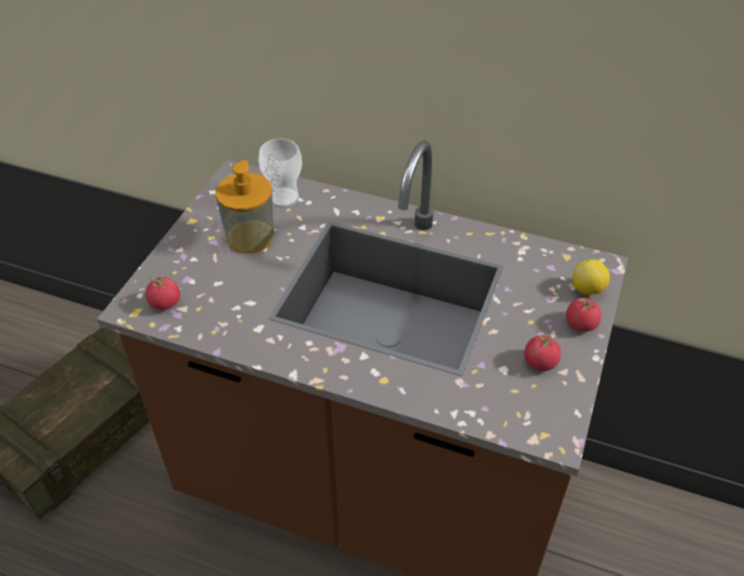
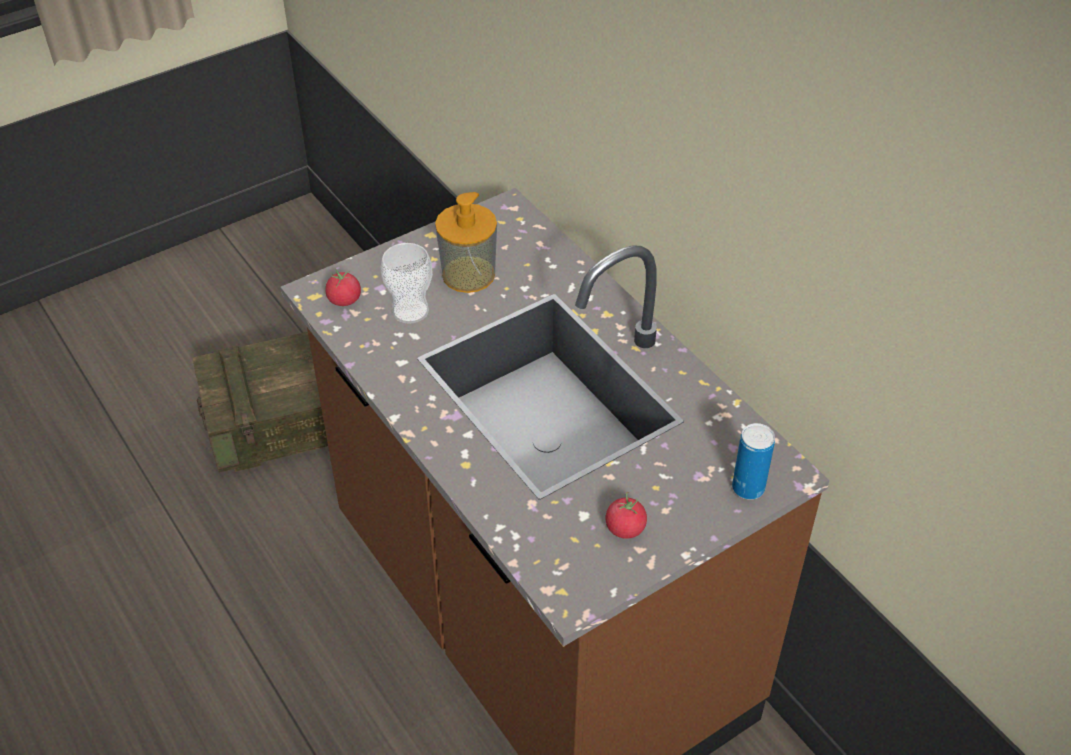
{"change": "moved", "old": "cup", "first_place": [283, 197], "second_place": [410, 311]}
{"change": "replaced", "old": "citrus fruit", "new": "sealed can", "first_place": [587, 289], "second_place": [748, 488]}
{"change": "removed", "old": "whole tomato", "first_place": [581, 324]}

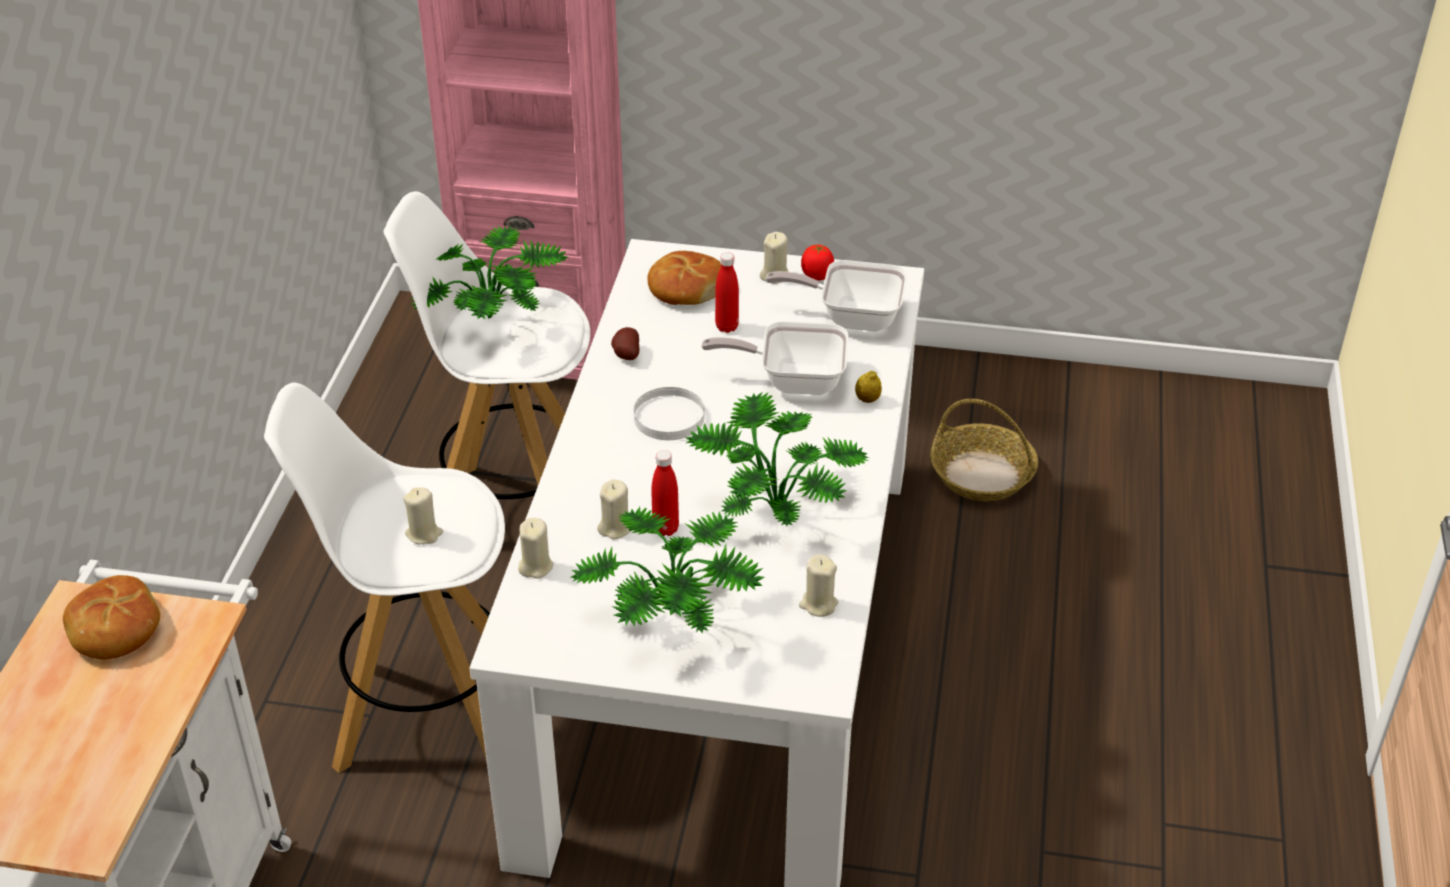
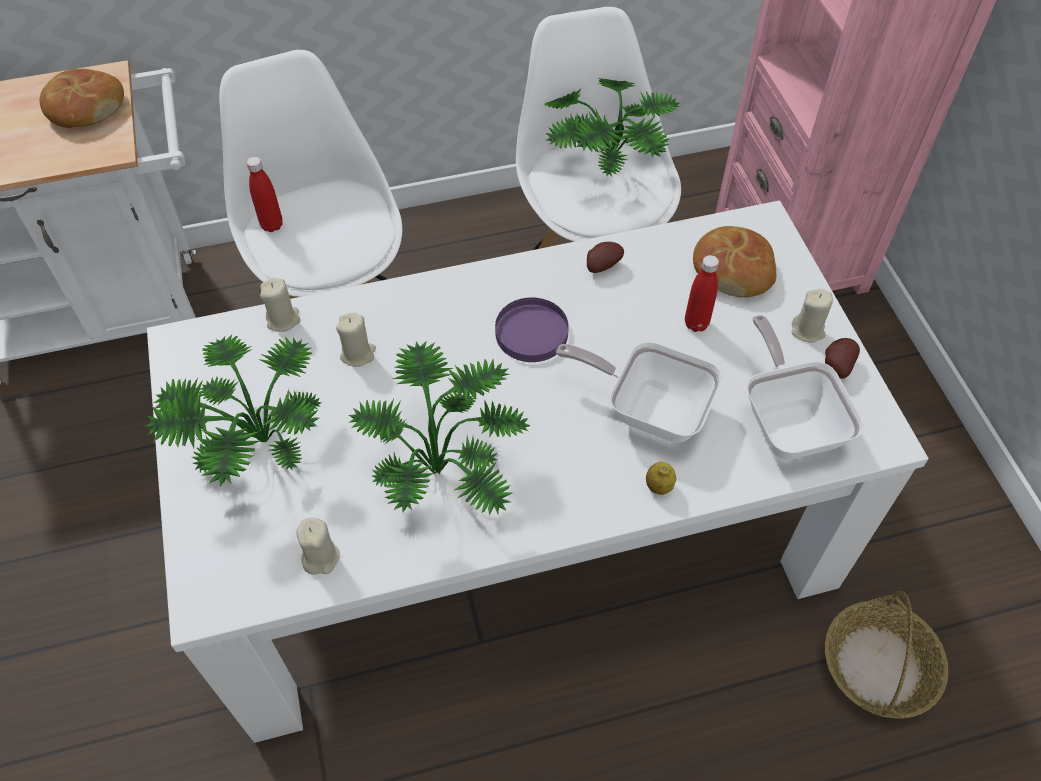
{"change": "moved", "old": "drink bottle (red)", "first_place": [665, 529], "second_place": [272, 225]}
{"change": "recoloured", "old": "flat dish (white)", "new": "flat dish (purple)", "first_place": [669, 417], "second_place": [532, 332]}
{"change": "turned", "old": "pan", "first_place": [792, 380], "second_place": [649, 408], "degrees": -45}
{"change": "replaced", "old": "whole tomato", "new": "potato", "first_place": [817, 275], "second_place": [836, 366]}
{"change": "removed", "old": "candle (beige-coloured)", "first_place": [424, 534]}

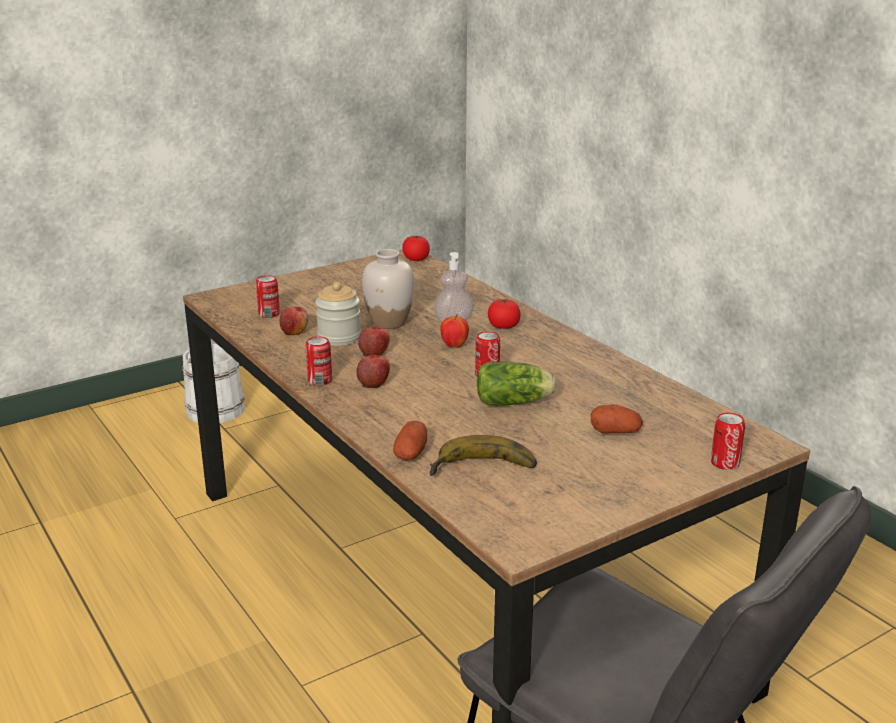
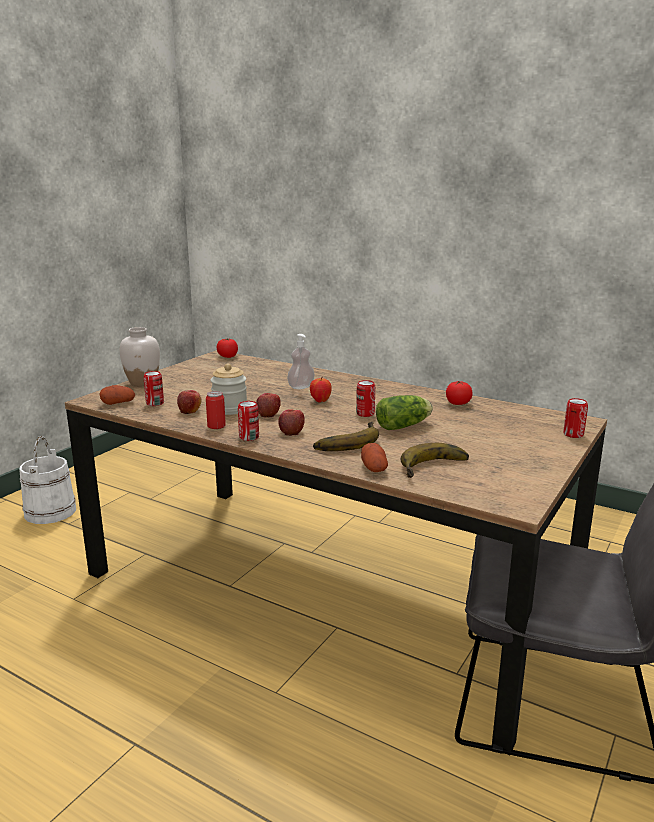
{"change": "moved", "old": "potato", "first_place": [615, 431], "second_place": [118, 403]}
{"change": "moved", "old": "flower vase (white)", "first_place": [389, 323], "second_place": [142, 383]}
{"change": "added", "new": "sealed can", "second_place": [216, 426]}
{"change": "added", "new": "whole banana", "second_place": [345, 441]}
{"change": "moved", "old": "whole tomato", "first_place": [503, 326], "second_place": [458, 403]}

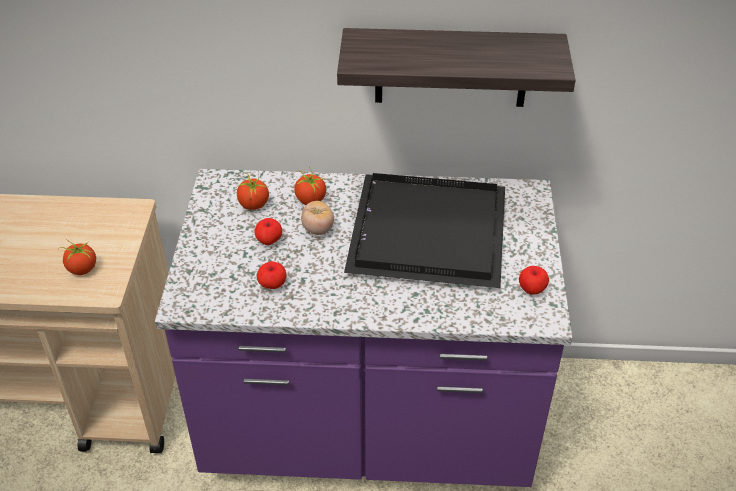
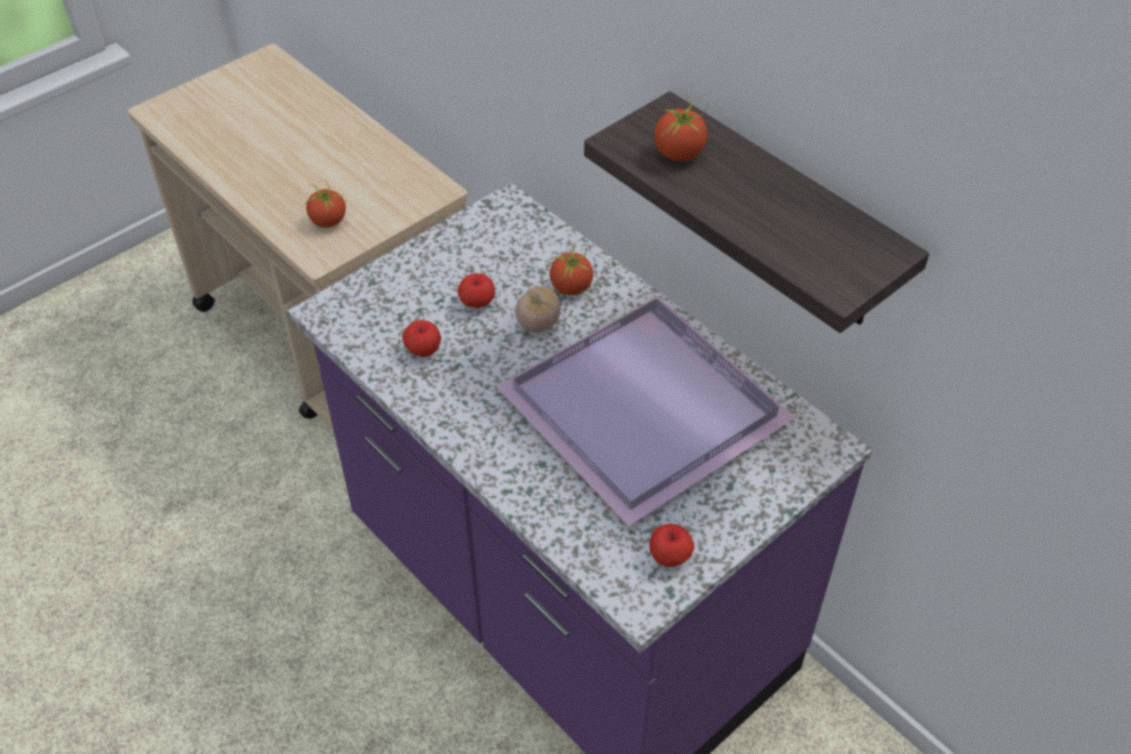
{"change": "recoloured", "old": "carrying tray (blackish)", "new": "carrying tray (purple)", "first_place": [425, 230], "second_place": [644, 404]}
{"change": "moved", "old": "whole tomato", "first_place": [253, 204], "second_place": [679, 153]}

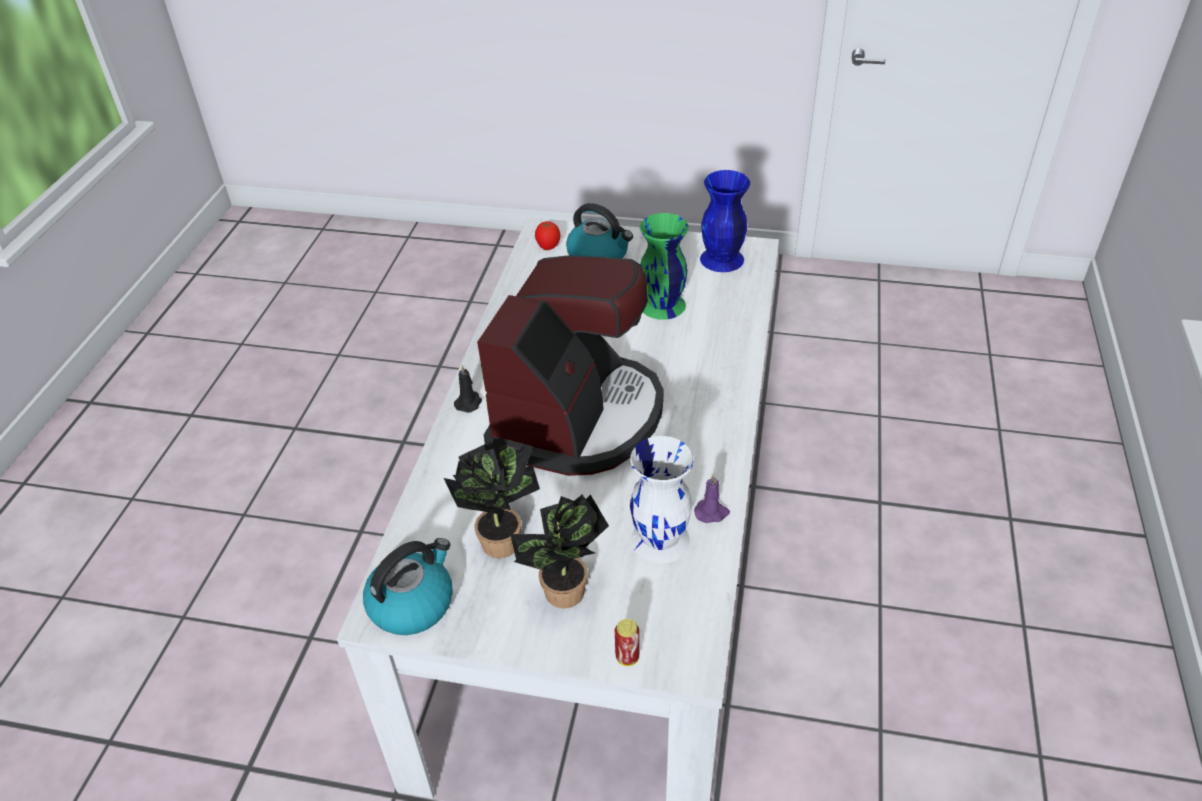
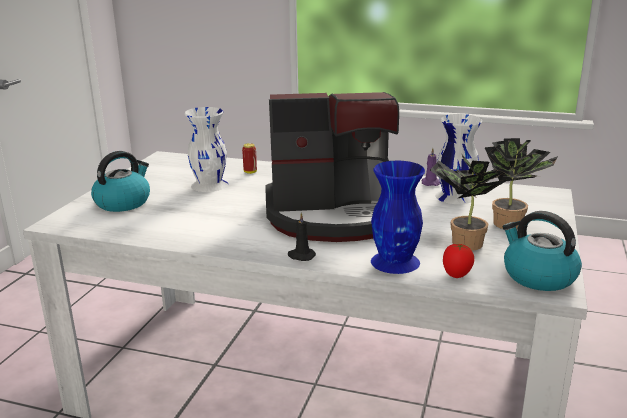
{"change": "recoloured", "old": "flower vase (greenish)", "new": "flower vase (white)", "first_place": [661, 305], "second_place": [210, 185]}
{"change": "moved", "old": "sealed can", "first_place": [627, 657], "second_place": [250, 172]}
{"change": "turned", "old": "coffee maker", "first_place": [578, 417], "second_place": [332, 215], "degrees": 150}
{"change": "moved", "old": "flower vase (bluish)", "first_place": [721, 259], "second_place": [395, 262]}
{"change": "moved", "old": "whole tomato", "first_place": [548, 248], "second_place": [456, 275]}

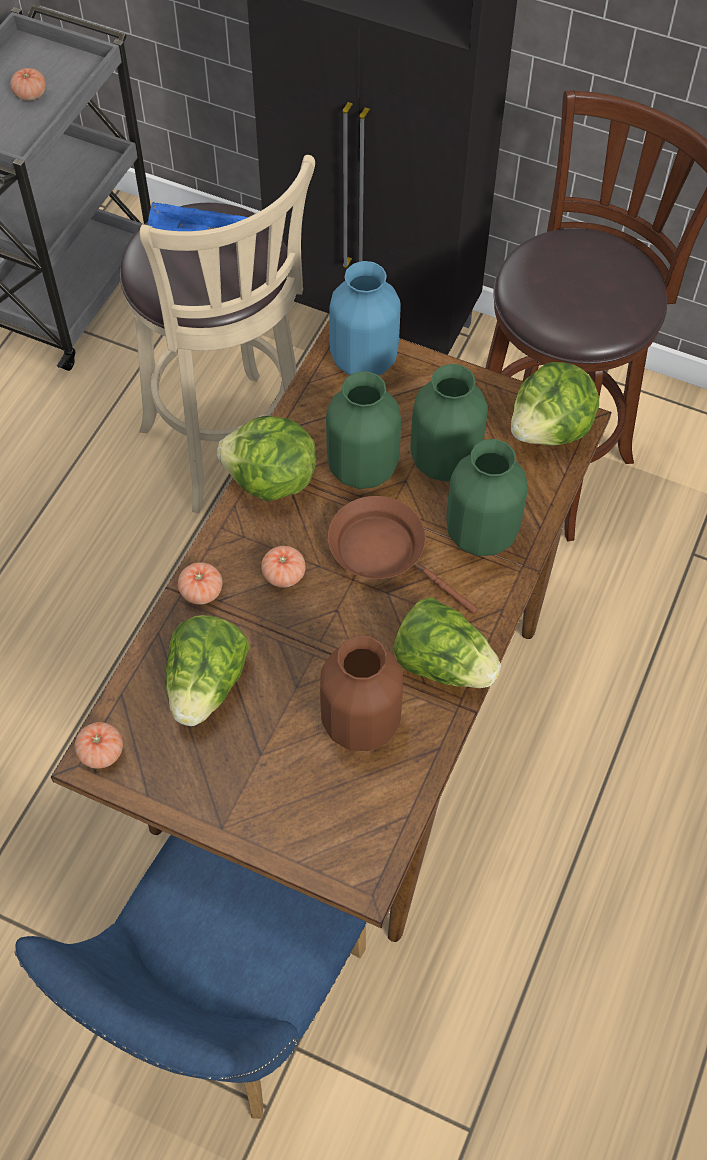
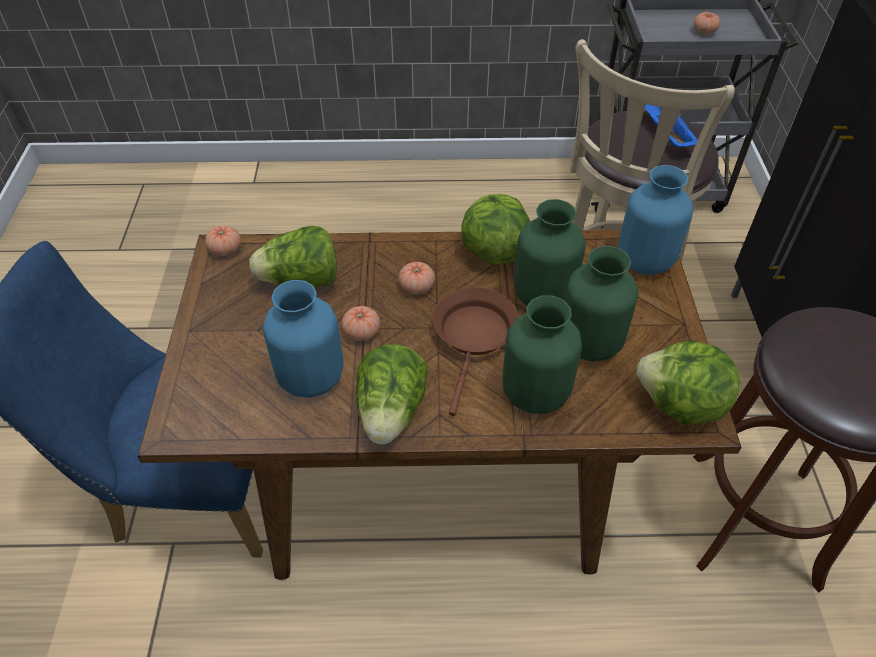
{"change": "recoloured", "old": "flower vase (brownish)", "new": "flower vase (bluish)", "first_place": [360, 721], "second_place": [312, 377]}
{"change": "moved", "old": "whole tomato", "first_place": [201, 591], "second_place": [361, 332]}

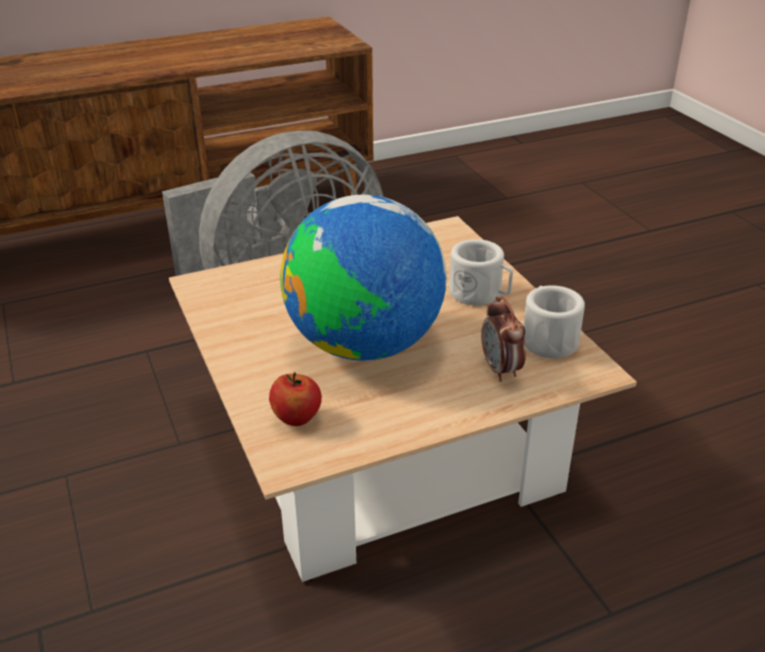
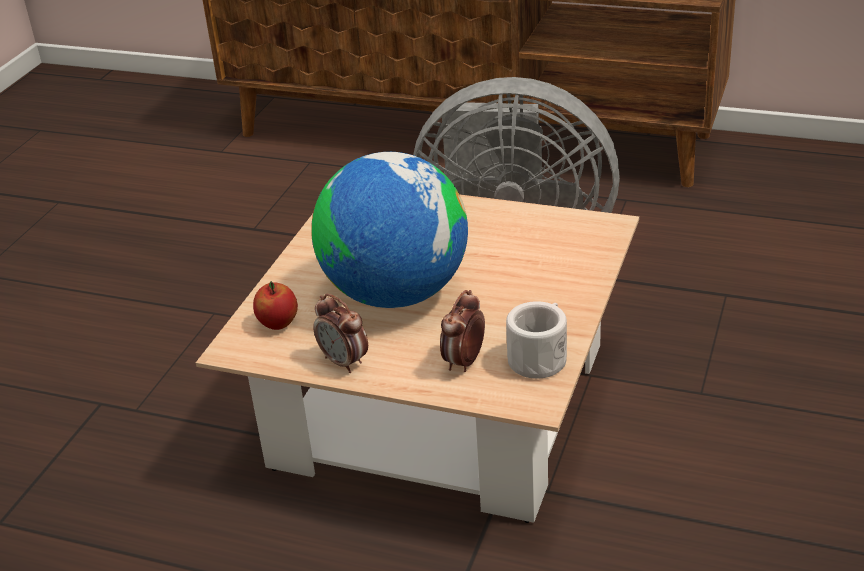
{"change": "added", "new": "table clock", "second_place": [344, 362]}
{"change": "removed", "old": "coffee mug (white)", "first_place": [480, 294]}

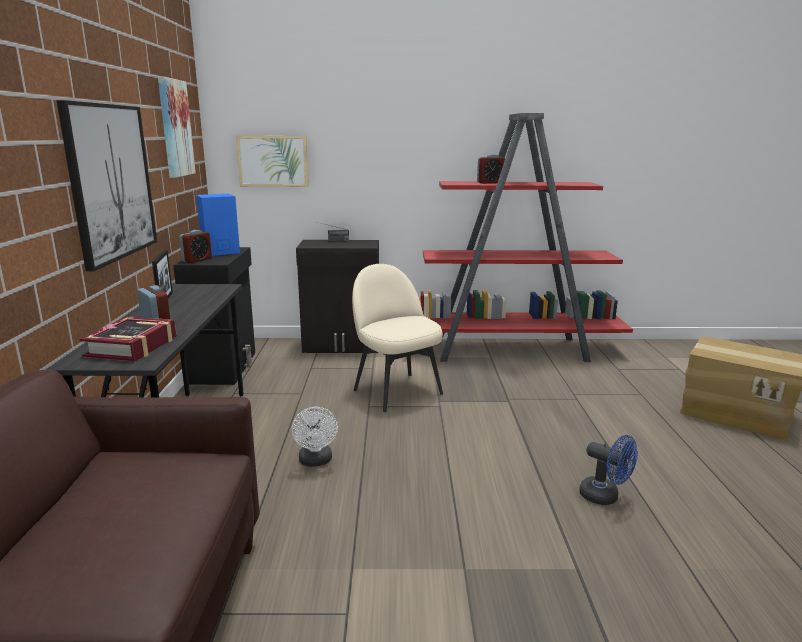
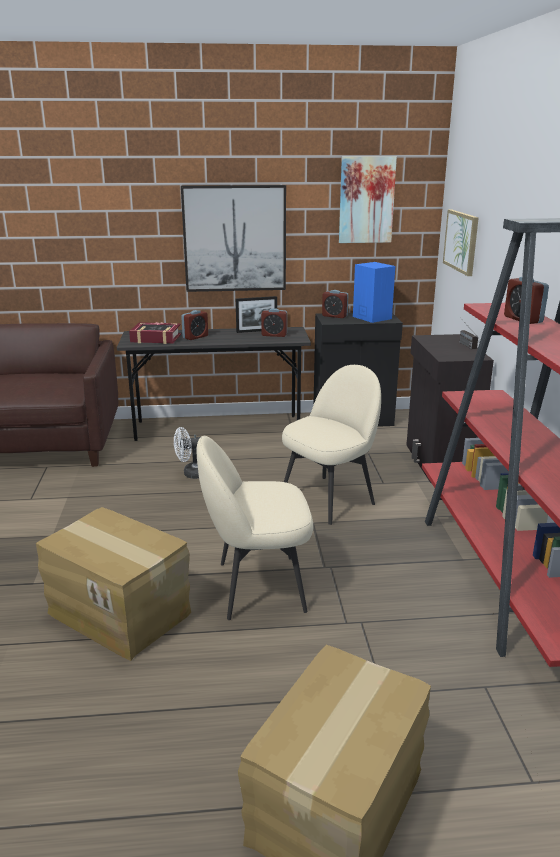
{"change": "replaced", "old": "fan (bluish)", "new": "cardboard box", "first_place": [605, 497], "second_place": [120, 612]}
{"change": "added", "new": "chair (beige-coloured)", "second_place": [257, 586]}
{"change": "added", "new": "table clock", "second_place": [274, 335]}

